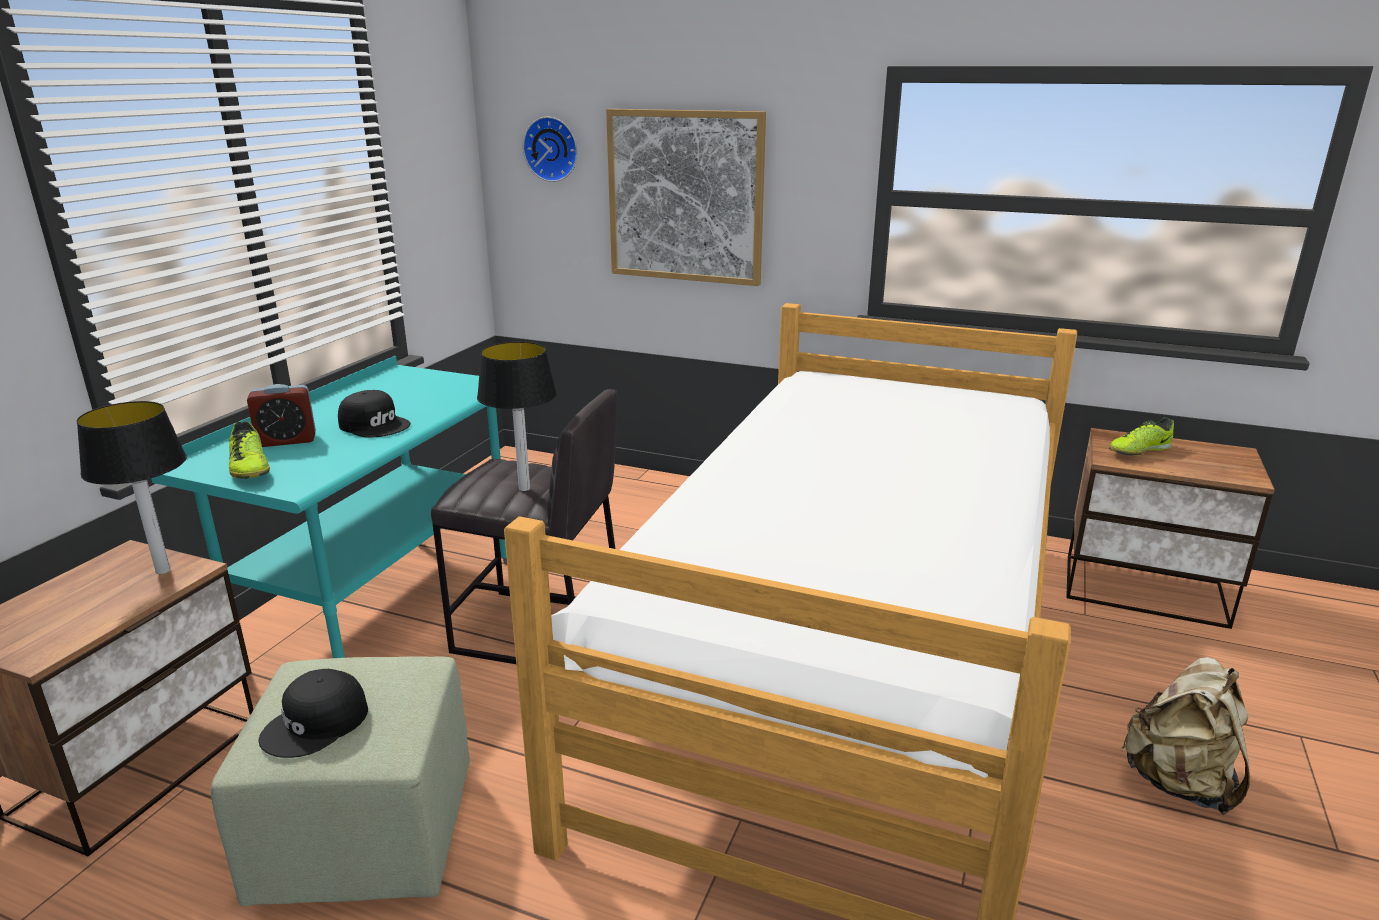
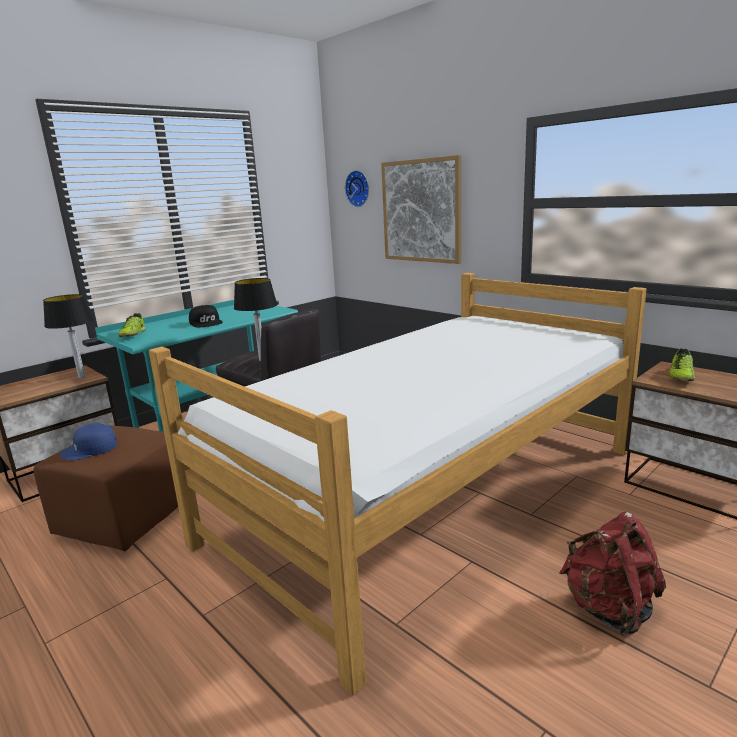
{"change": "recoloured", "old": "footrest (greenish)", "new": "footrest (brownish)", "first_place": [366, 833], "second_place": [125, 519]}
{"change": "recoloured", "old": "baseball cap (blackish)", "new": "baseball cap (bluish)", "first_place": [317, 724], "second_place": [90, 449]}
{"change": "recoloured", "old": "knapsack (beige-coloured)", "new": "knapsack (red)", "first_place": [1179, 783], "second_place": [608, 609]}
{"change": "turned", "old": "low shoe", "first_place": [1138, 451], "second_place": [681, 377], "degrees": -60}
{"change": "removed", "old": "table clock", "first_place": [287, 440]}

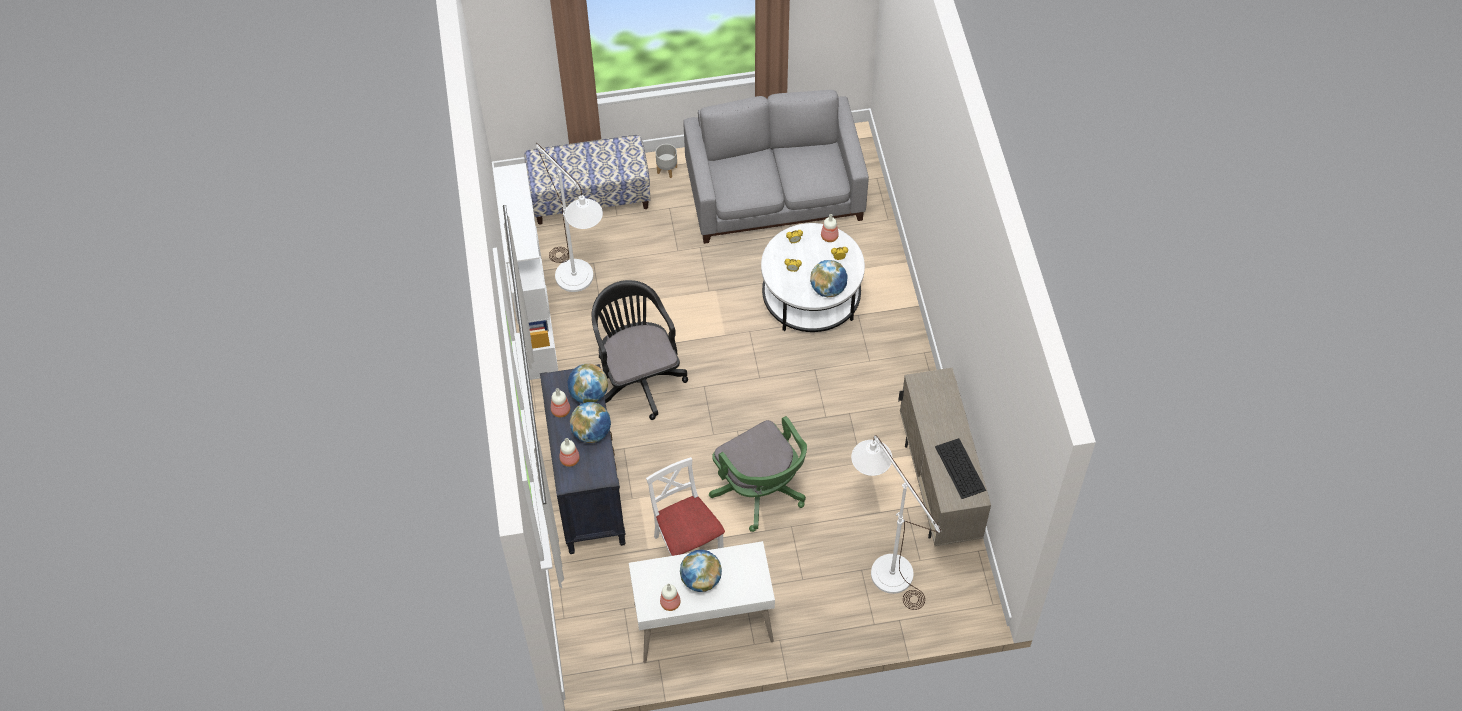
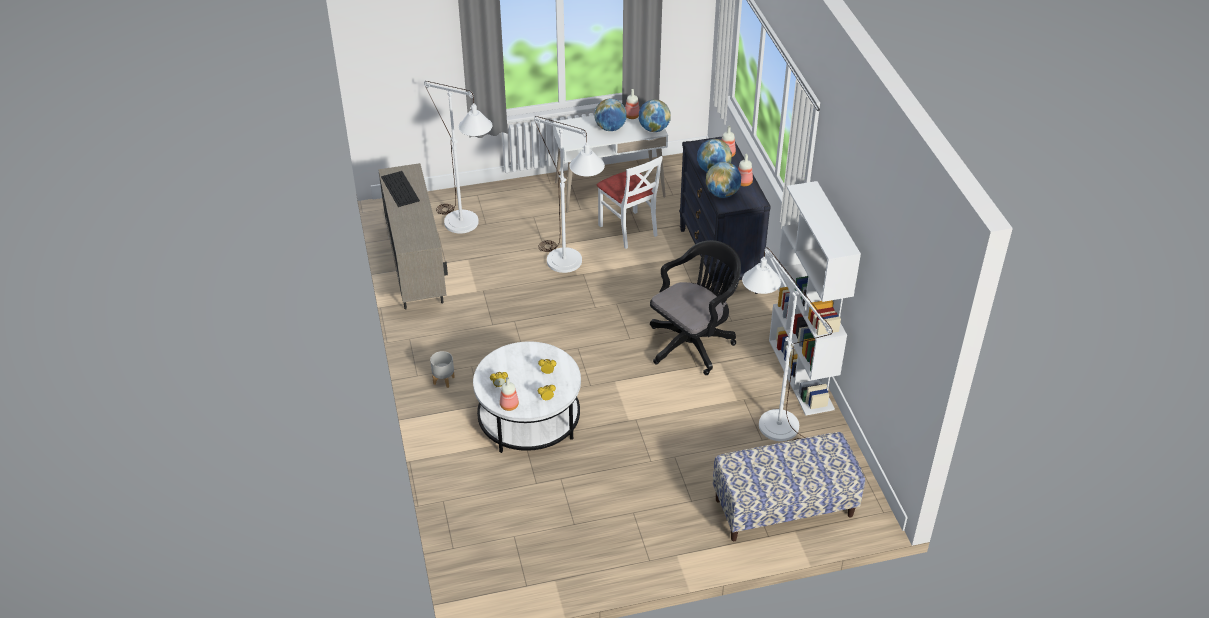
{"change": "moved", "old": "planter (gray)", "first_place": [667, 169], "second_place": [443, 380]}
{"change": "replaced", "old": "office chair (greenish)", "new": "standard lamp (white)", "first_place": [761, 492], "second_place": [570, 266]}
{"change": "moved", "old": "globe", "first_place": [828, 289], "second_place": [653, 129]}
{"change": "turned", "old": "office chair (blackish)", "first_place": [638, 377], "second_place": [693, 342], "degrees": -105}
{"change": "removed", "old": "settee (gray)", "first_place": [774, 192]}

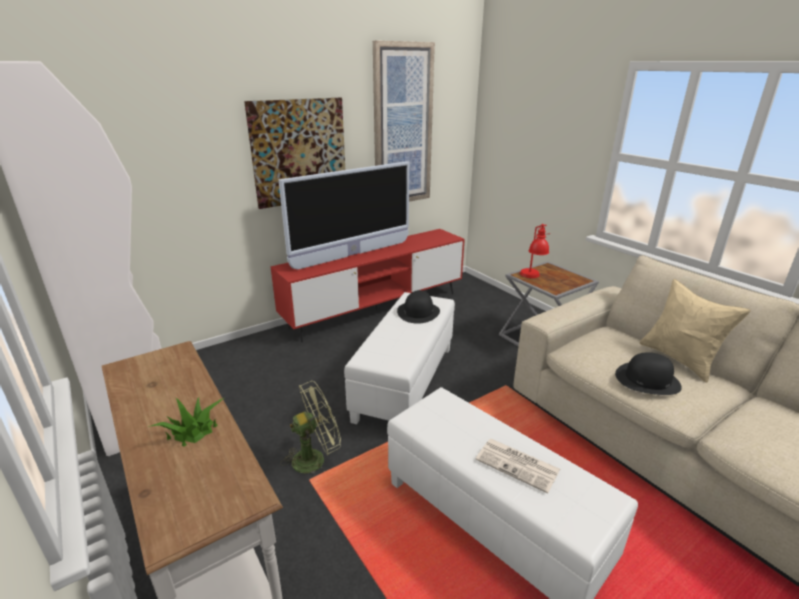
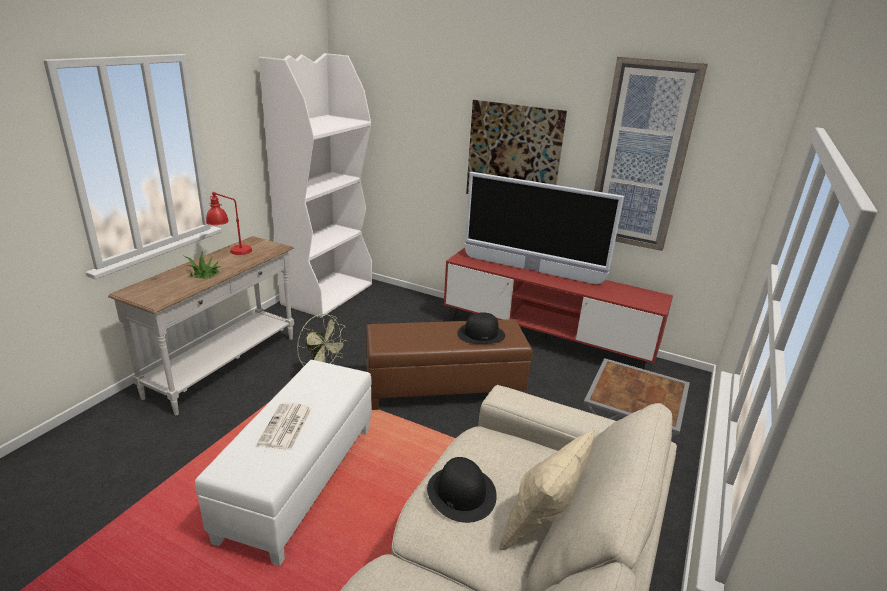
{"change": "moved", "old": "tabletop lamp (red)", "first_place": [532, 277], "second_place": [231, 252]}
{"change": "recoloured", "old": "footrest (white)", "new": "footrest (brownish)", "first_place": [405, 382], "second_place": [444, 389]}

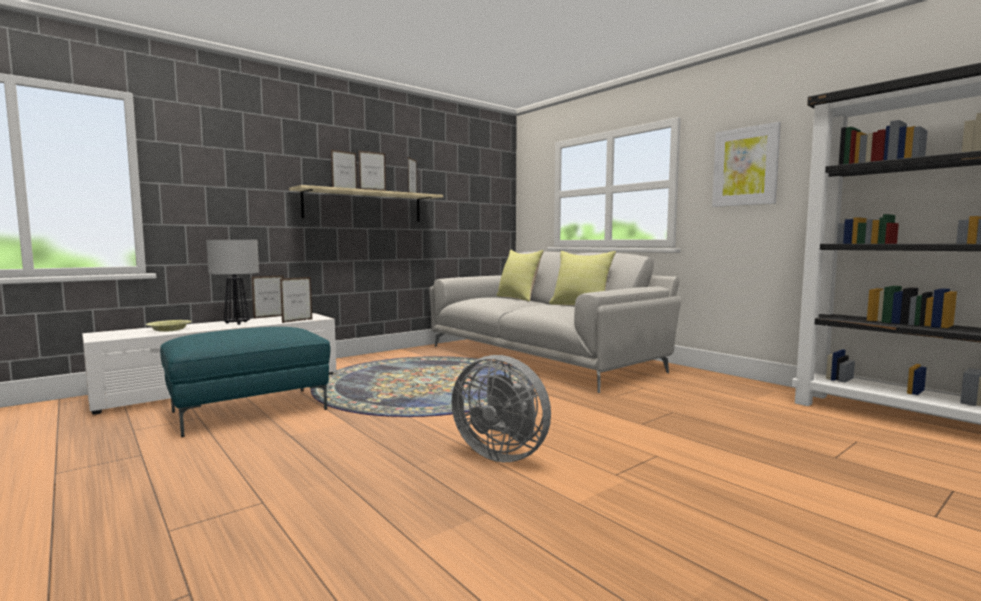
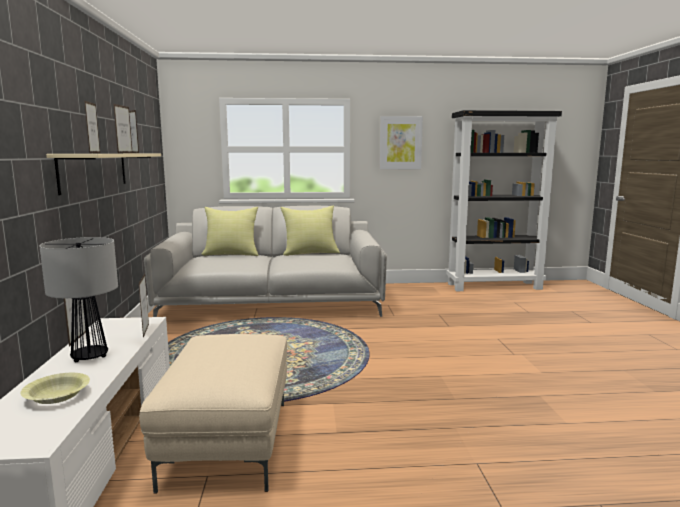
{"change": "recoloured", "old": "footrest (blue-green)", "new": "footrest (beige-coloured)", "first_place": [250, 410], "second_place": [226, 442]}
{"change": "removed", "old": "fan (gray)", "first_place": [502, 454]}

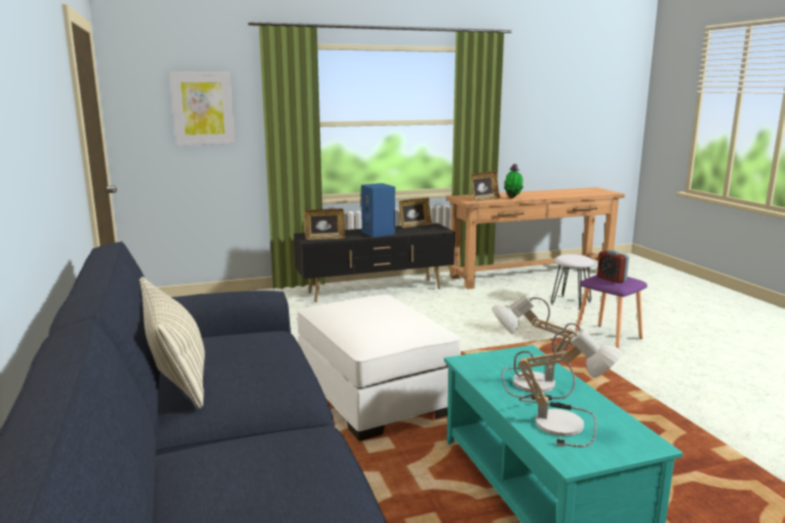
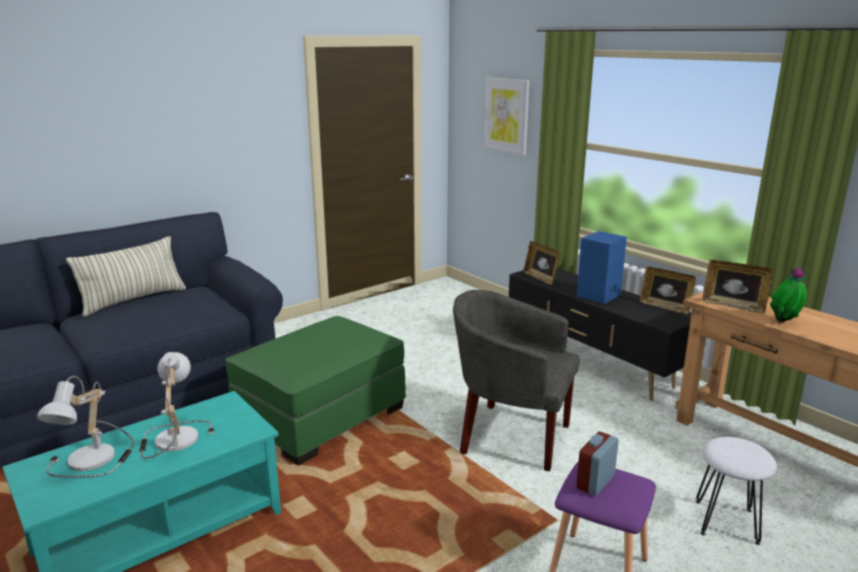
{"change": "recoloured", "old": "footrest (white)", "new": "footrest (greenish)", "first_place": [374, 395], "second_place": [322, 416]}
{"change": "added", "new": "easy chair (gray)", "second_place": [510, 436]}

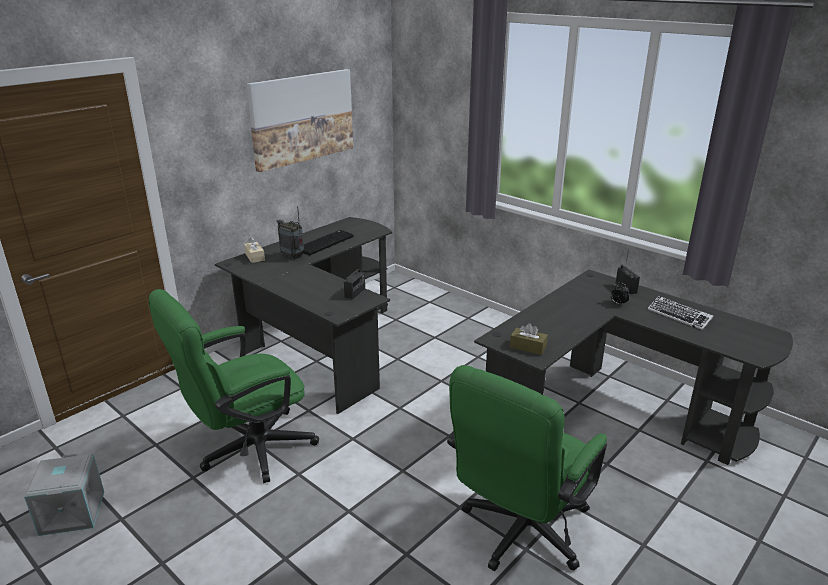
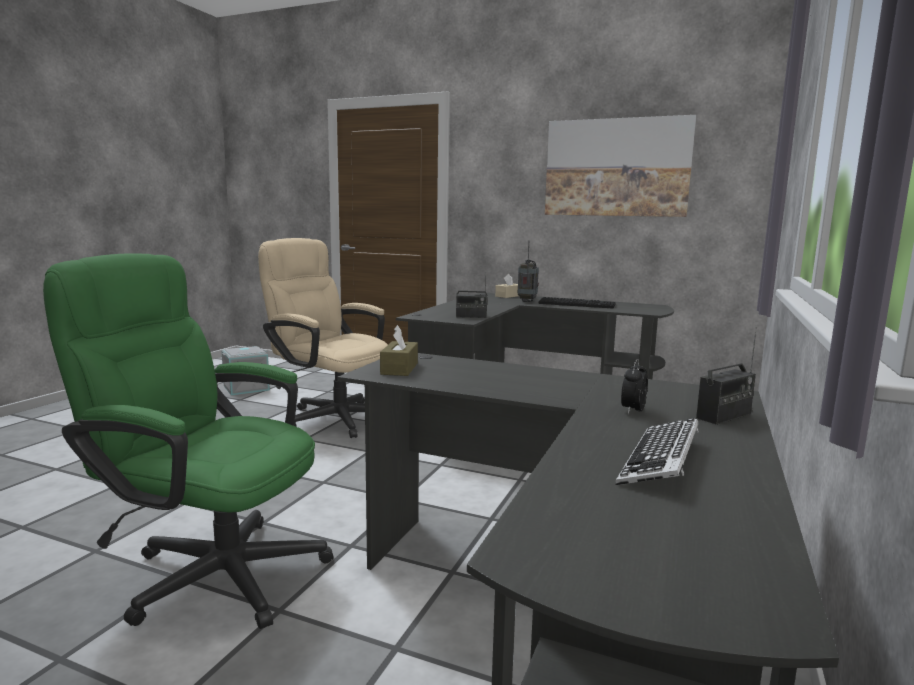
{"change": "recoloured", "old": "office chair (greenish)", "new": "office chair (beige-coloured)", "first_place": [247, 450], "second_place": [331, 417]}

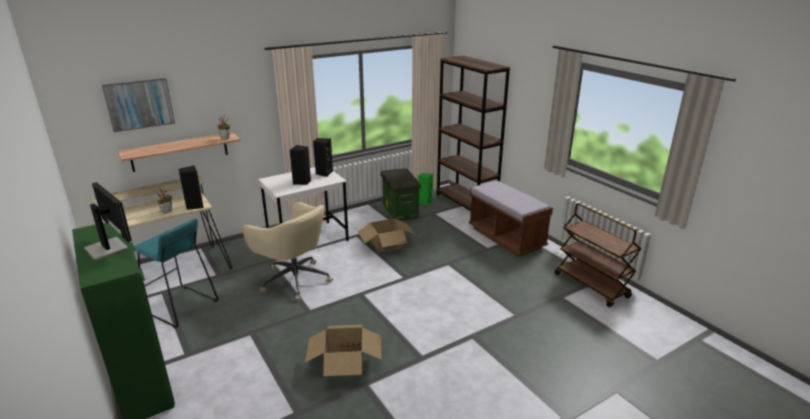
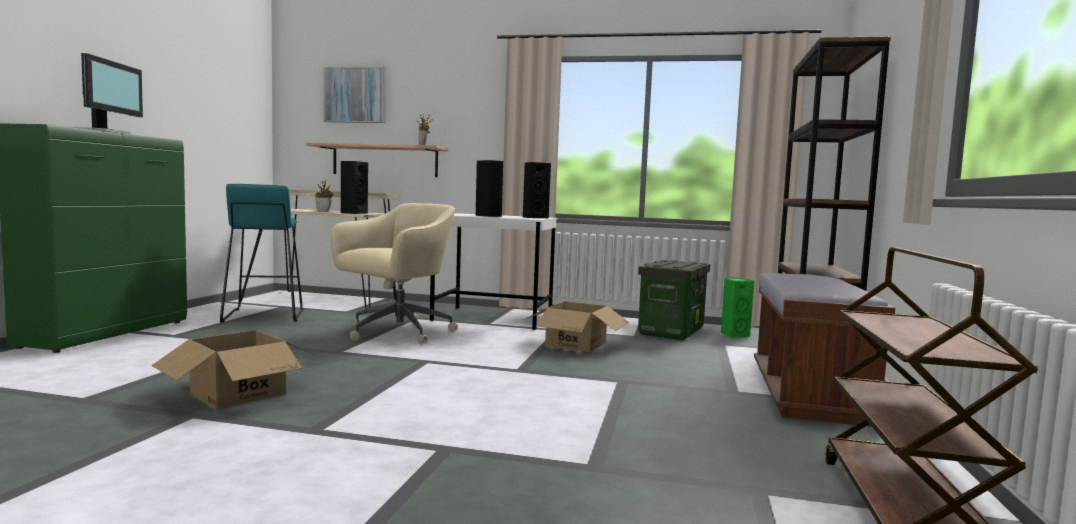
{"change": "turned", "old": "office chair (beige-coloured)", "first_place": [294, 279], "second_place": [396, 332], "degrees": -135}

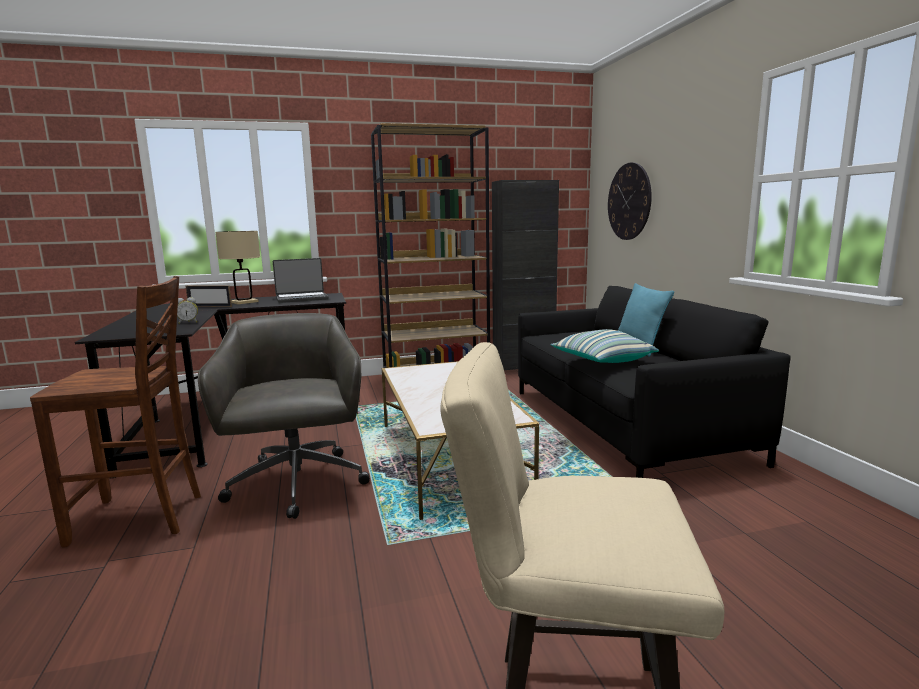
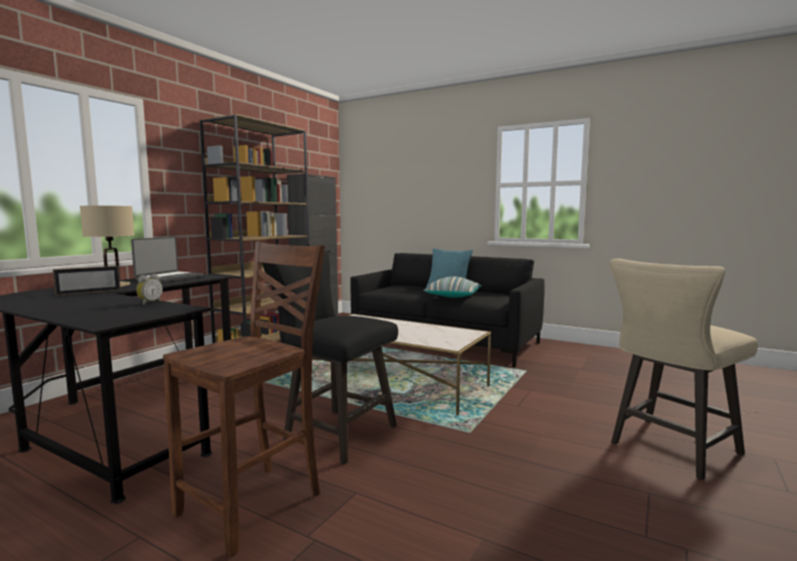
{"change": "replaced", "old": "office chair (gray)", "new": "stool seat (blackish)", "first_place": [297, 485], "second_place": [333, 432]}
{"change": "removed", "old": "wall clock", "first_place": [629, 201]}

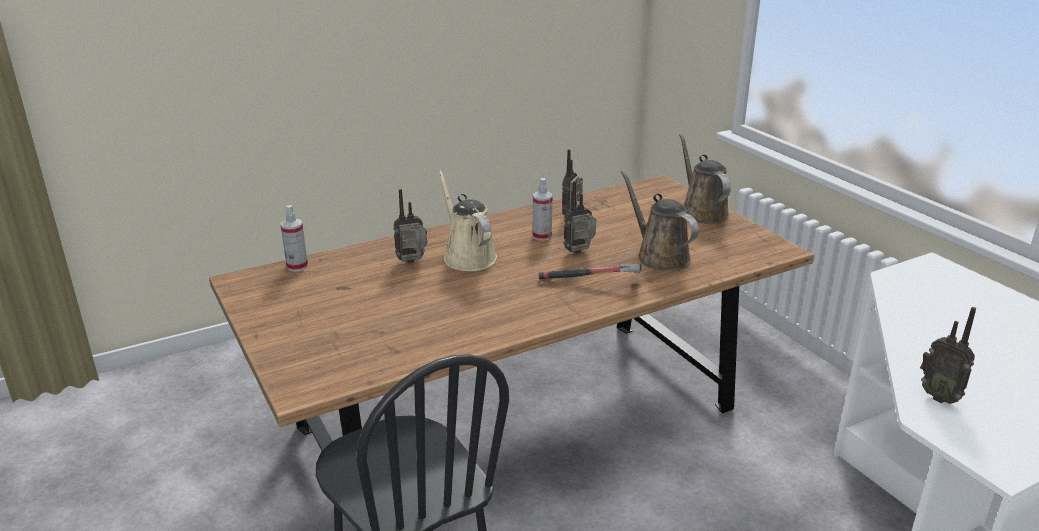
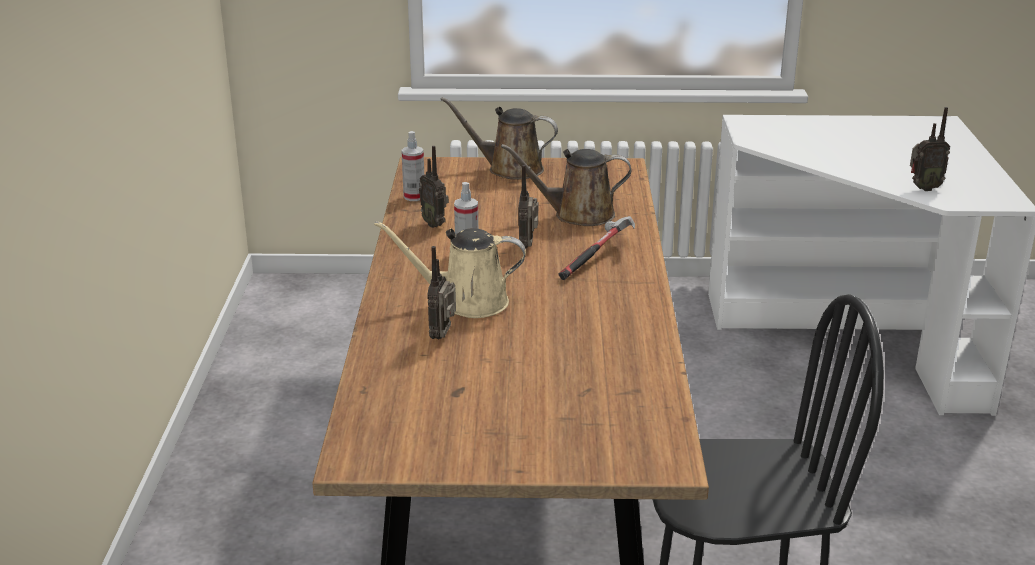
{"change": "moved", "old": "hand sprayer", "first_place": [297, 266], "second_place": [414, 197]}

